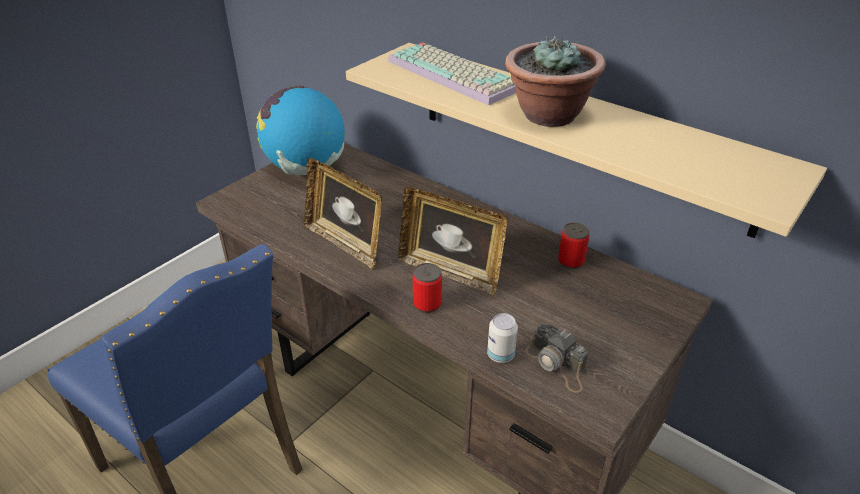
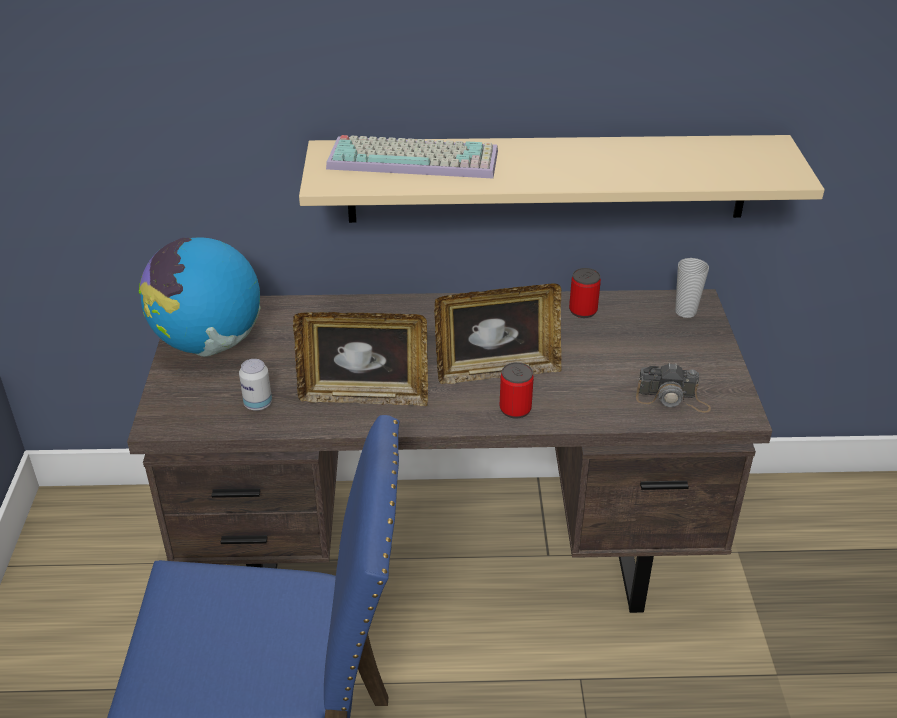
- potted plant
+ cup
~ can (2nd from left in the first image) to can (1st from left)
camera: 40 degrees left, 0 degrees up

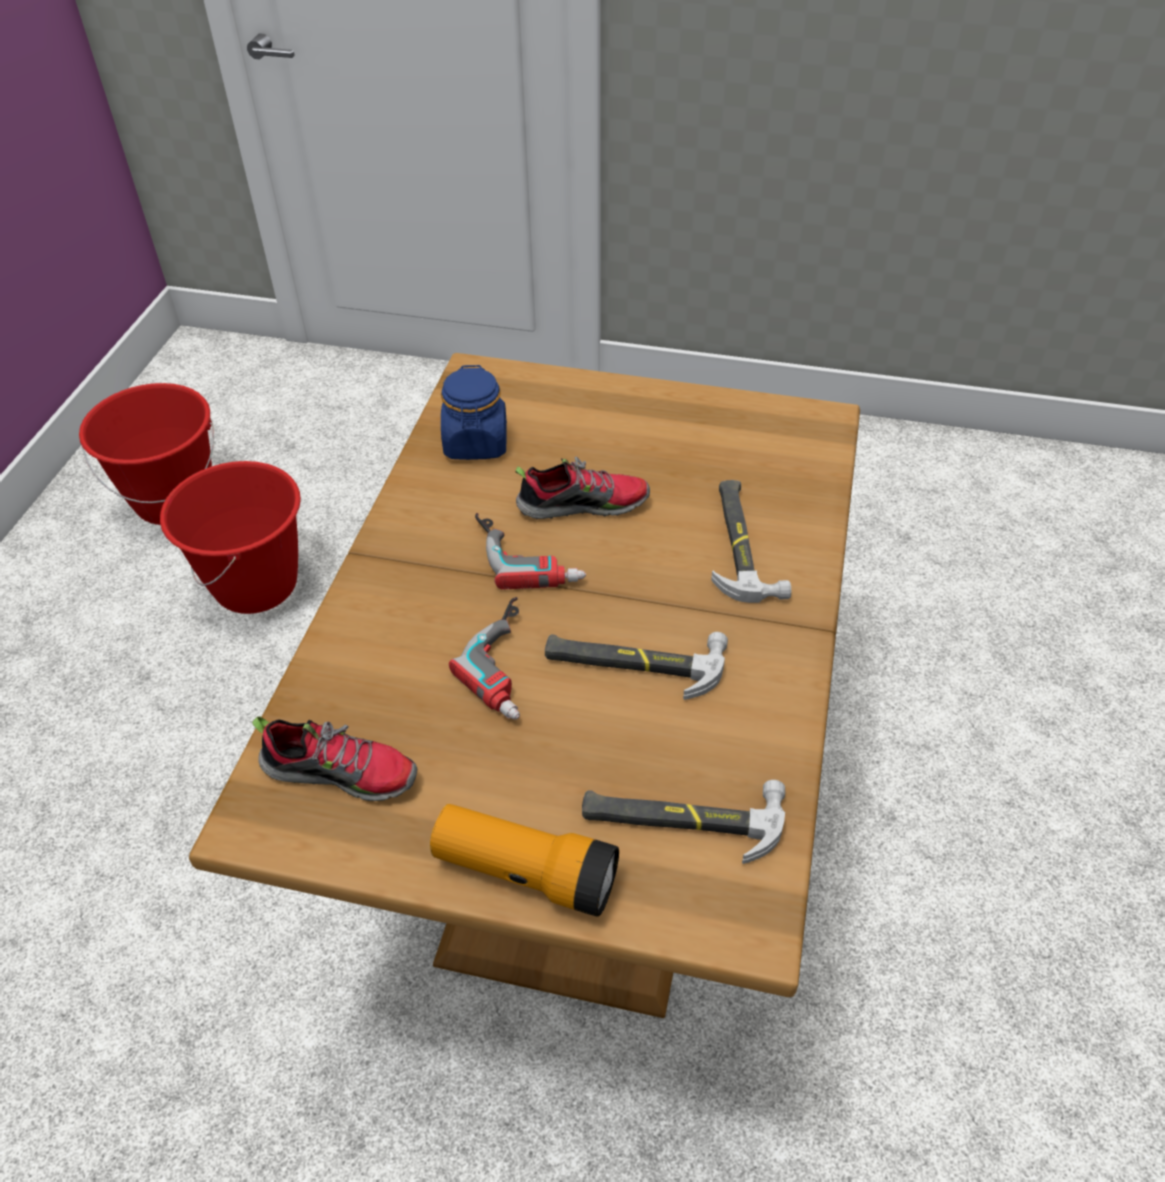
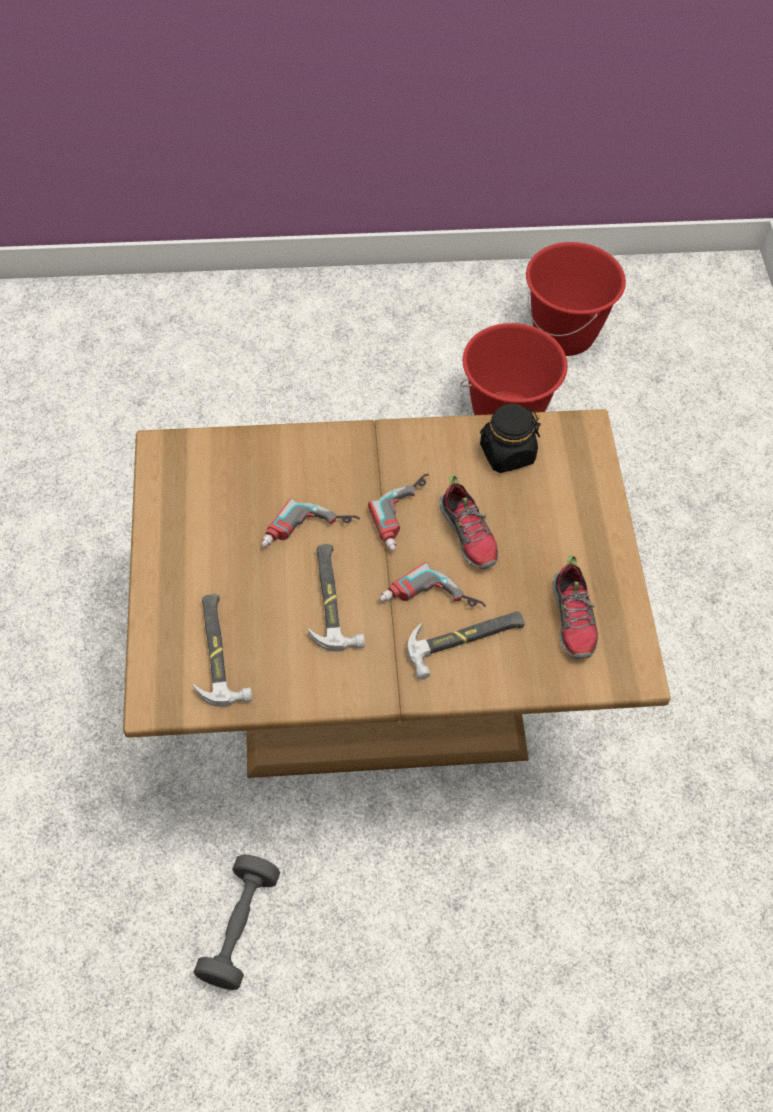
- flashlight
+ grey dumbbell
+ power drill (3rd from left)
~ shoe (1st from left in the first image) to shoe (2nd from left)
~ blue jar to black jar
camera: 70 degrees right, 10 degrees up

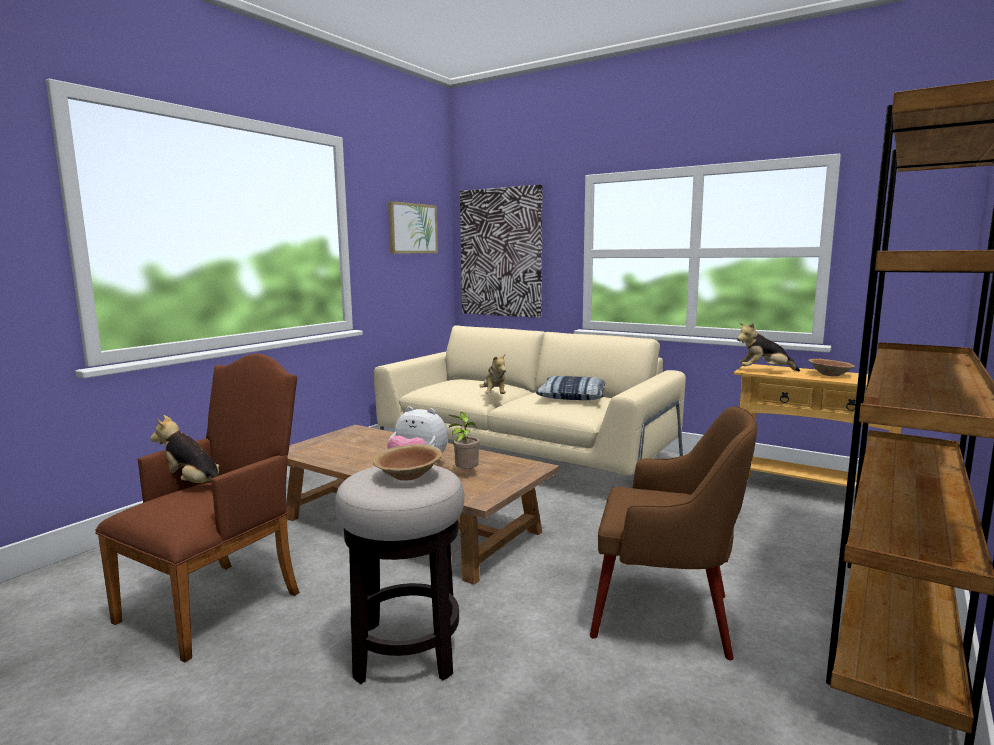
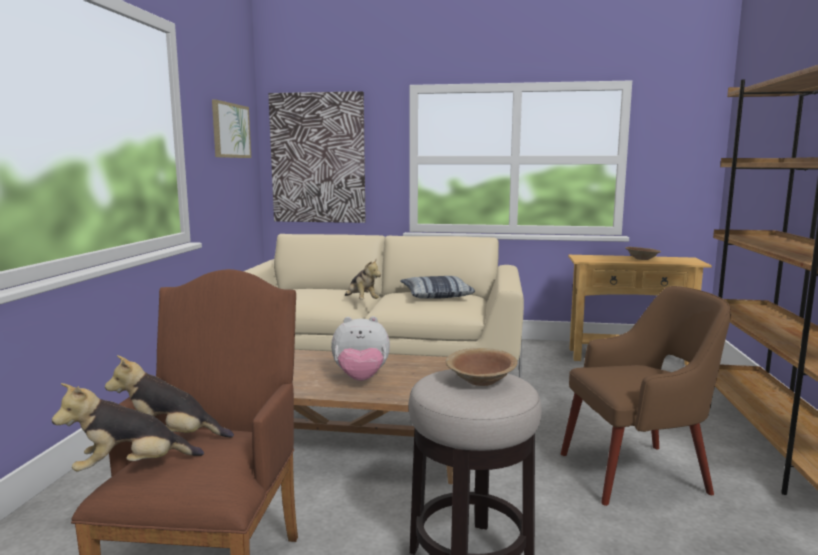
- potted plant
~ plush toy (4th from left in the first image) to plush toy (1st from left)
camera: 25 degrees left, 0 degrees up

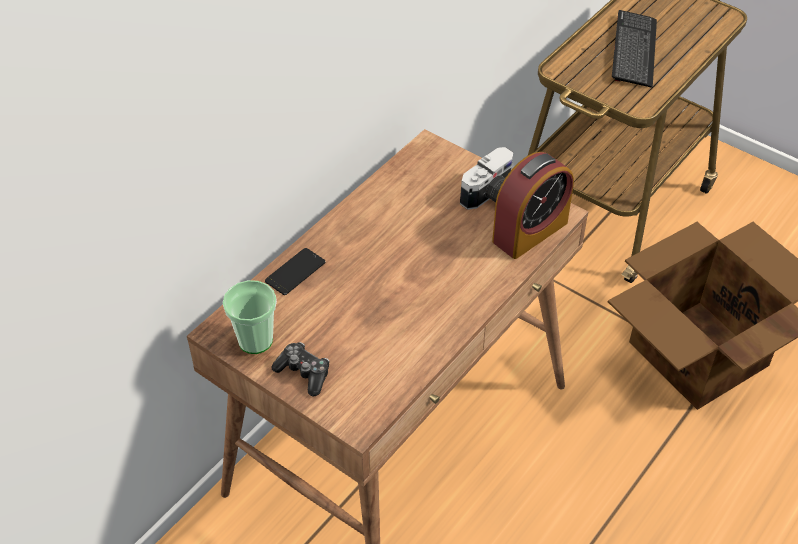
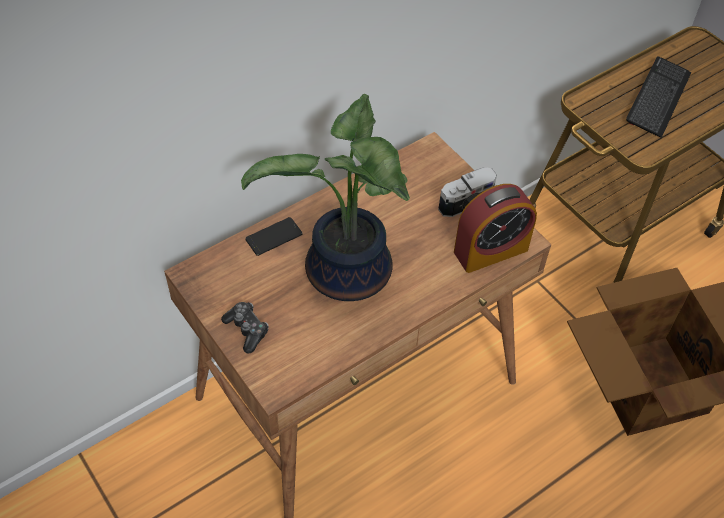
- cup
+ potted plant
camera: 15 degrees right, 5 degrees up

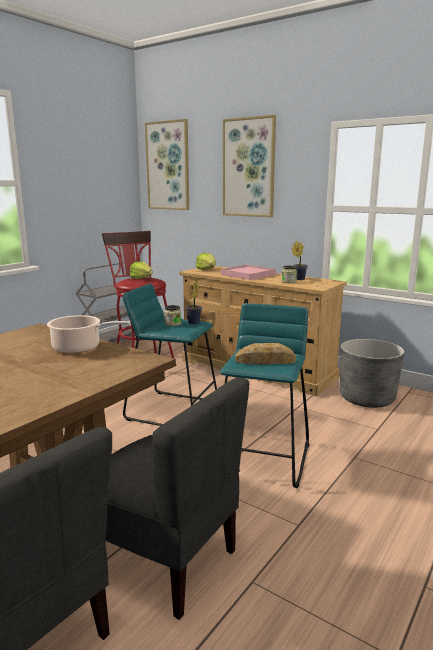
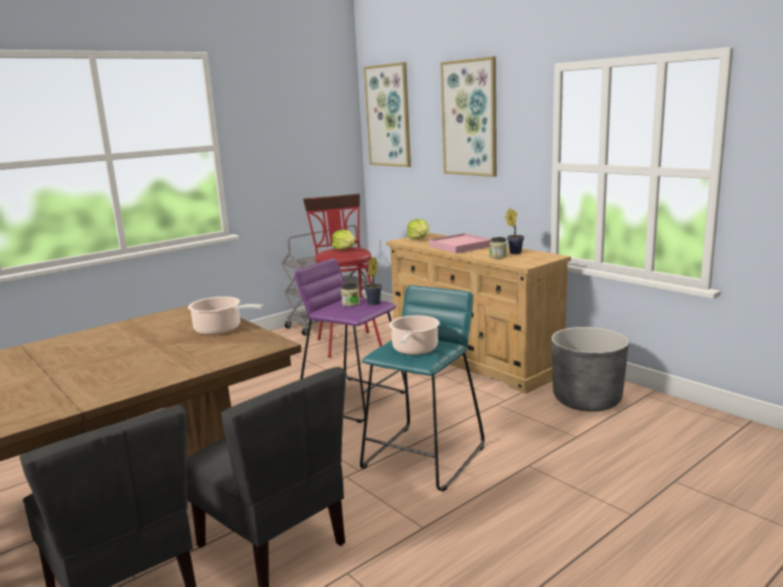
~ bread to cooking pot (2nd from left)
~ turquoise stool (1st from left) to purple stool
camera: 15 degrees right, 0 degrees up

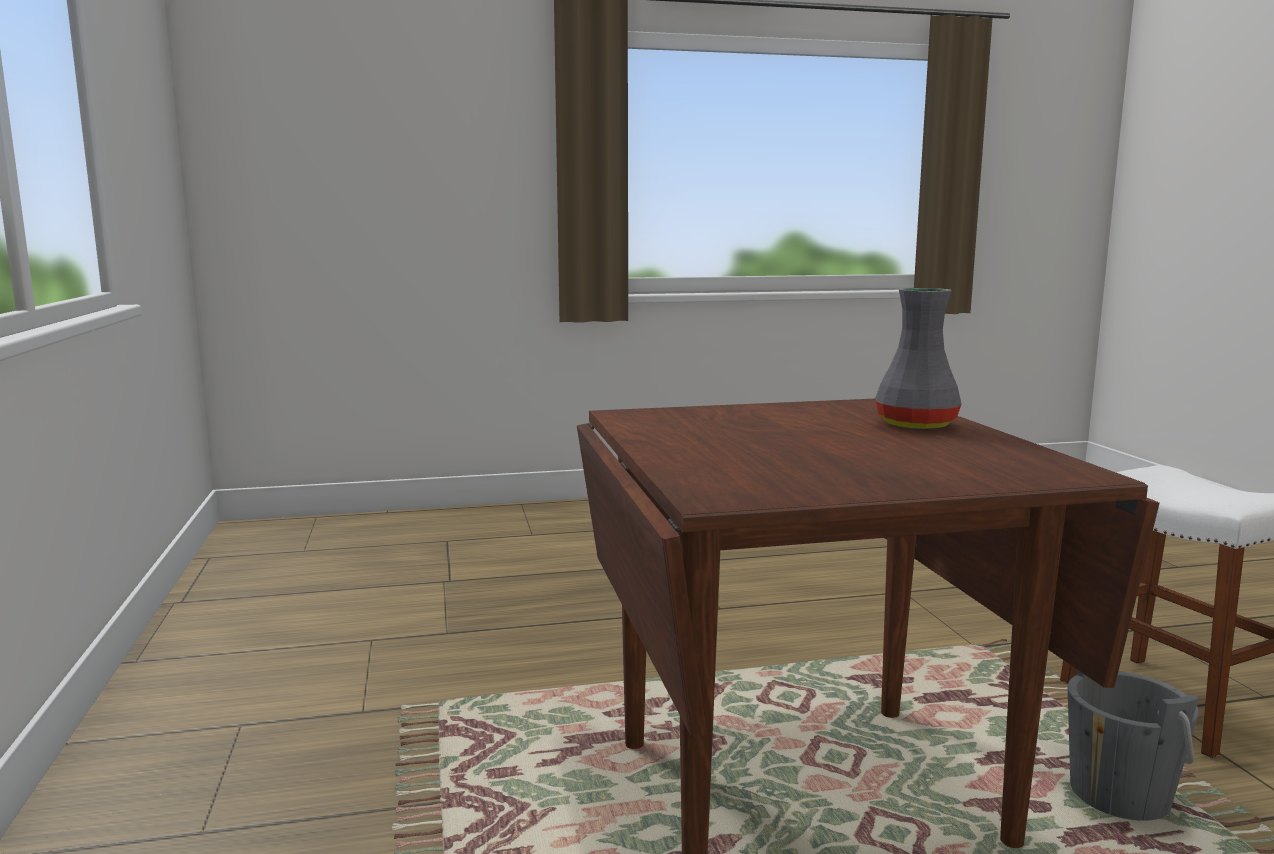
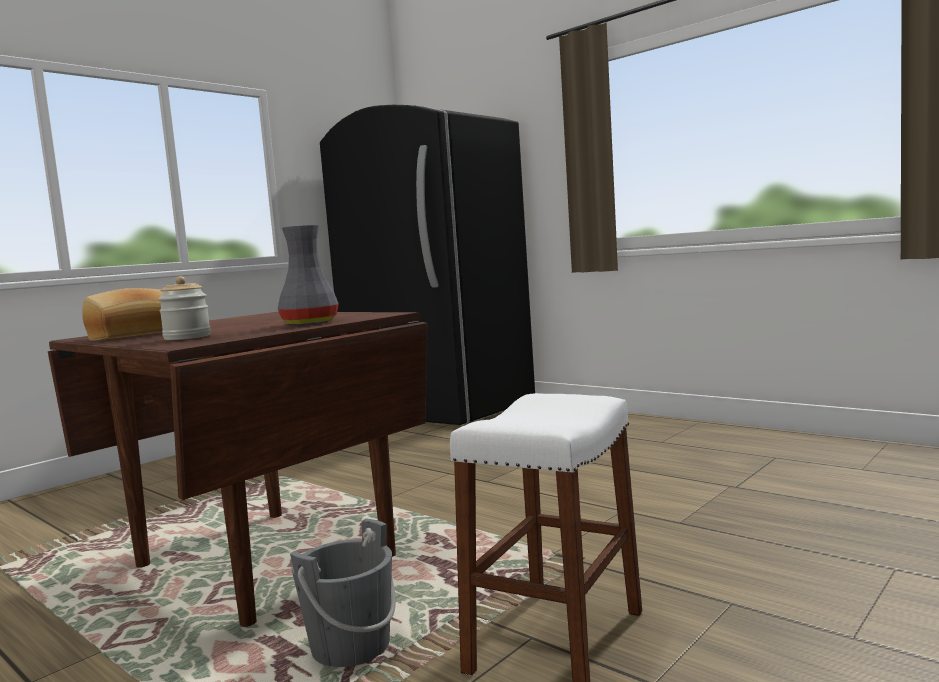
+ bread
+ jar
+ black fridge
camera: 55 degrees right, 5 degrees down

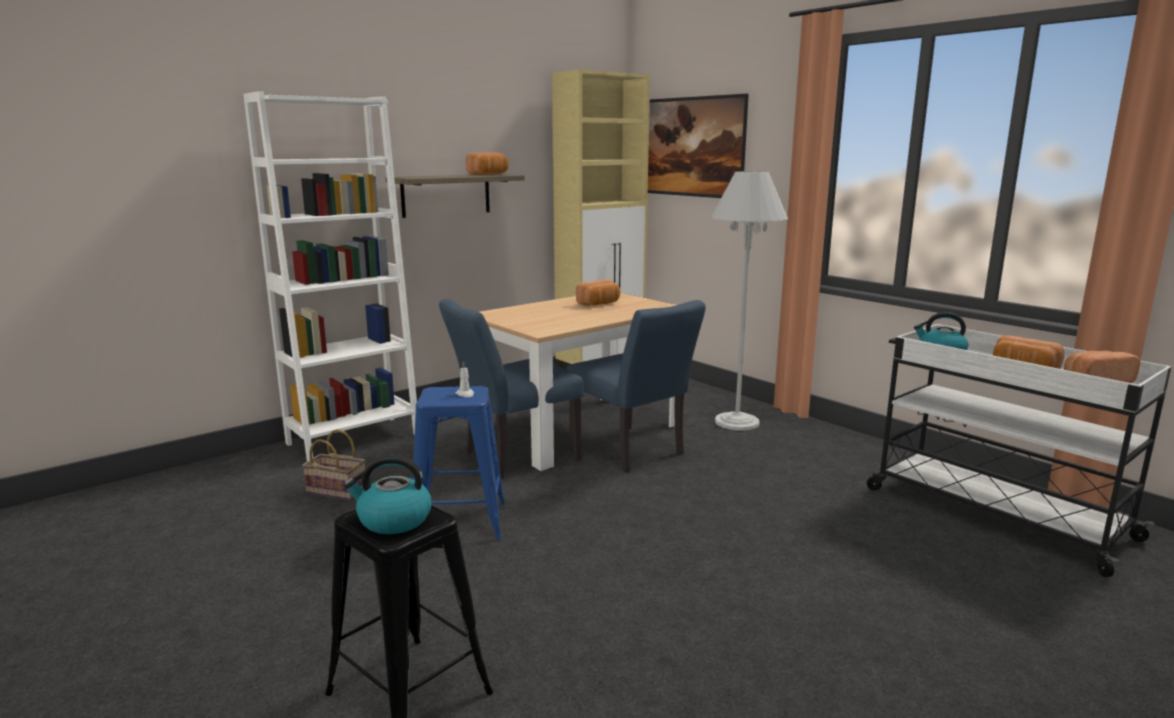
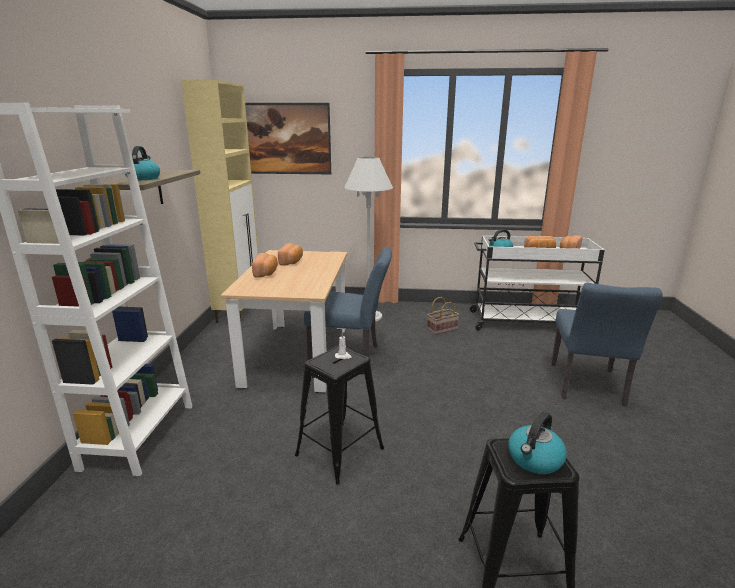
+ kettle (1st from left)
~ basket
~ blue chair (1st from left in the first image) to blue chair (2nd from left)
~ bread (1st from left)
~ blue stool to black stool (1st from left)
camera: 45 degrees left, 5 degrees up

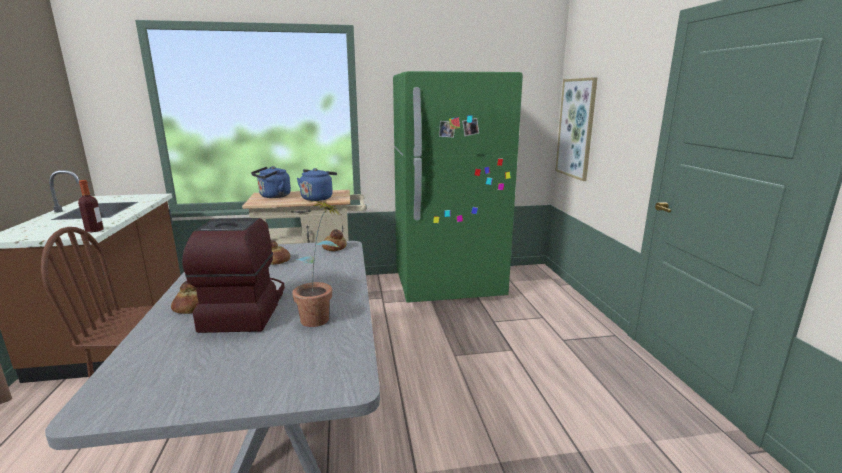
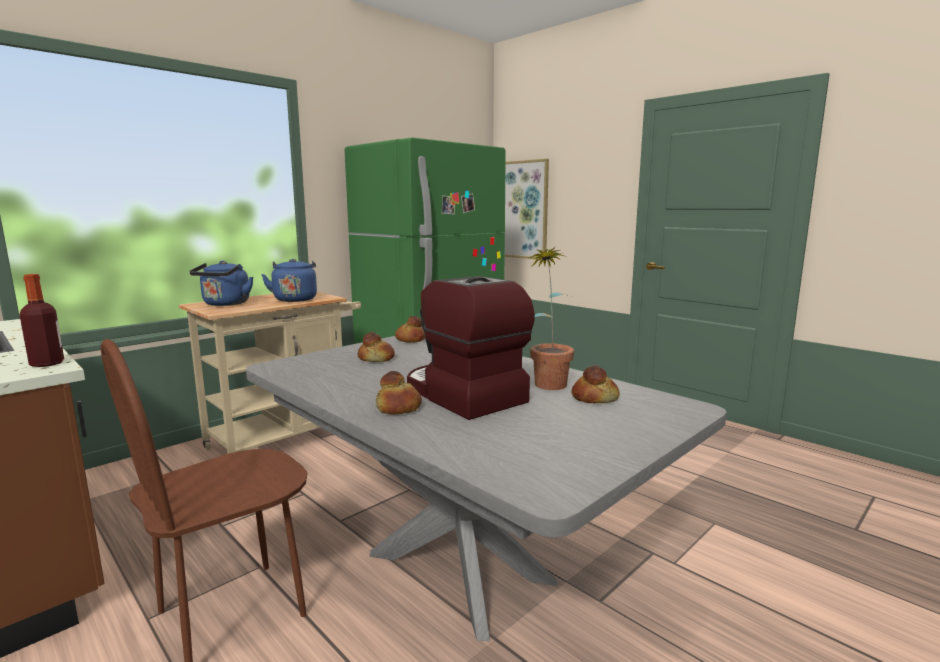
+ bread (4th from left)
camera: 35 degrees left, 5 degrees down

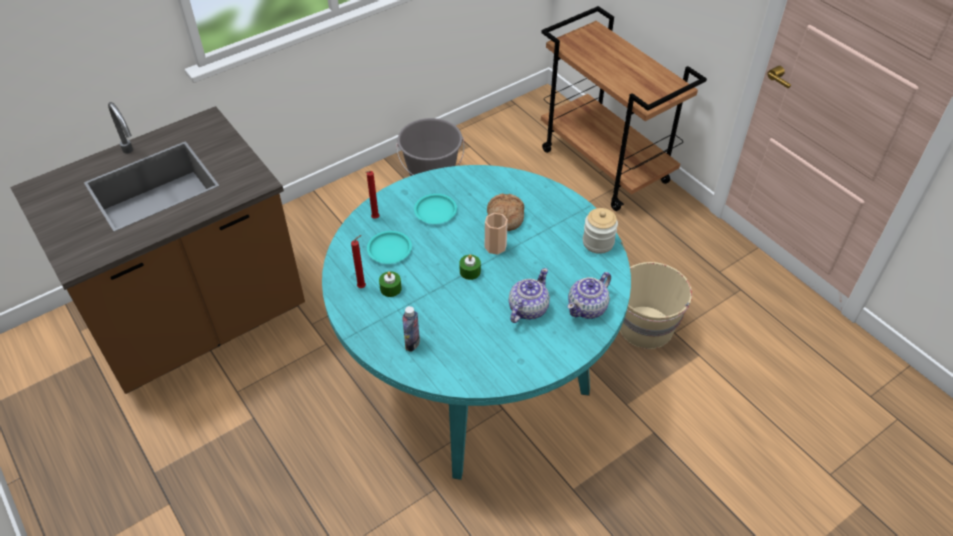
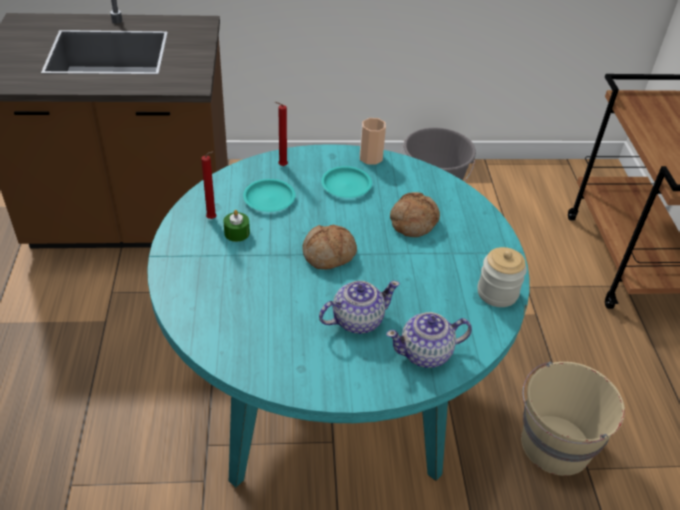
- bottle
~ cup
~ green candle (2nd from left) to bread (1st from left)
camera: 30 degrees right, 5 degrees down

